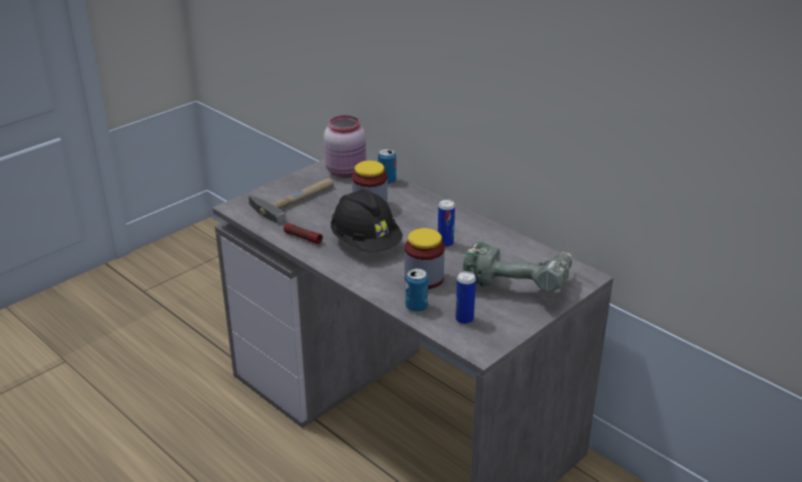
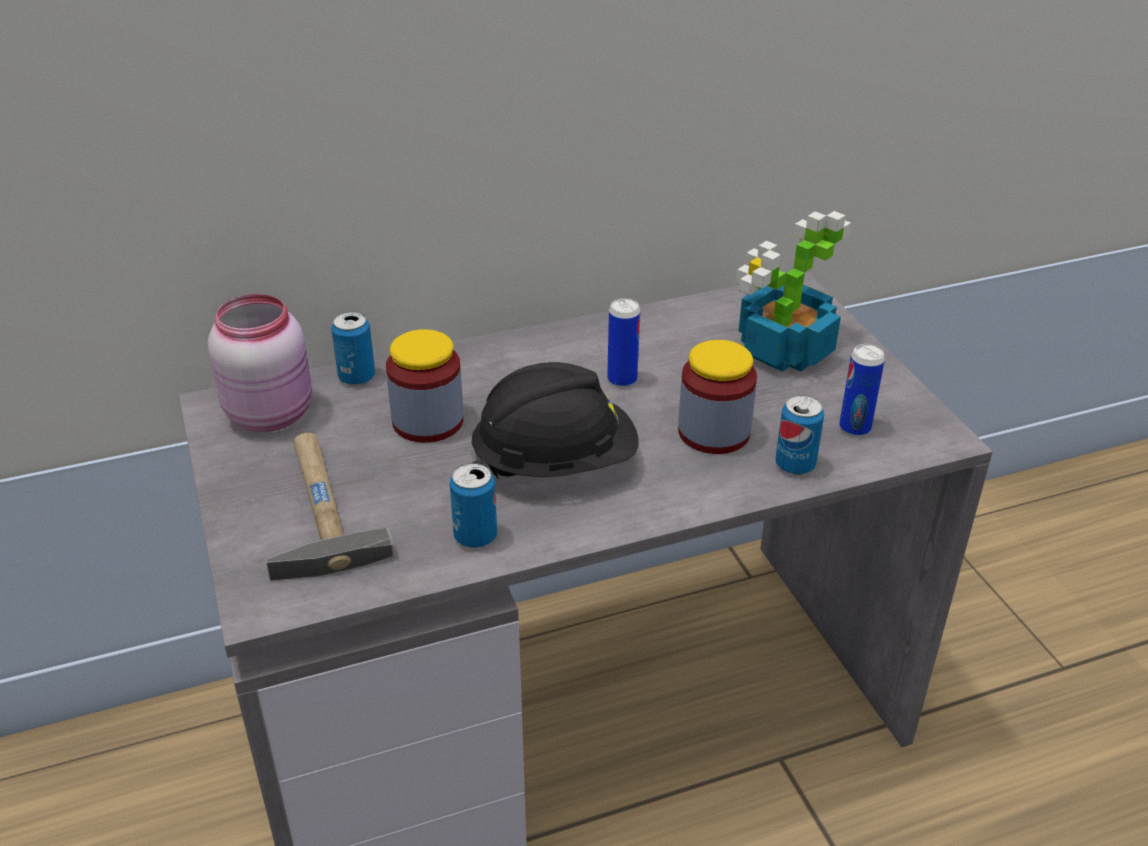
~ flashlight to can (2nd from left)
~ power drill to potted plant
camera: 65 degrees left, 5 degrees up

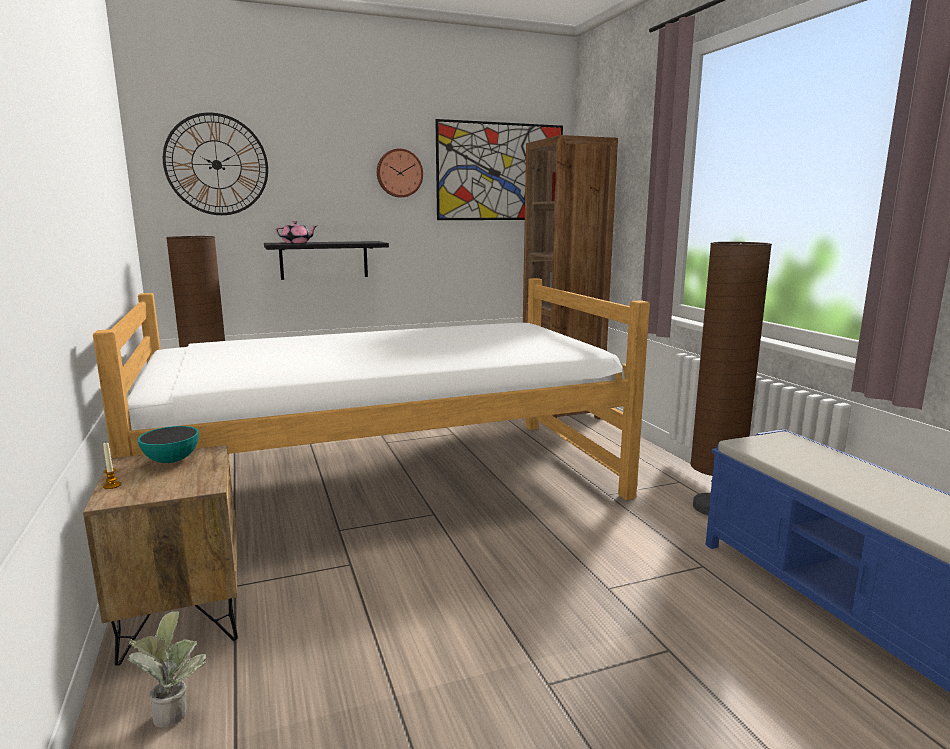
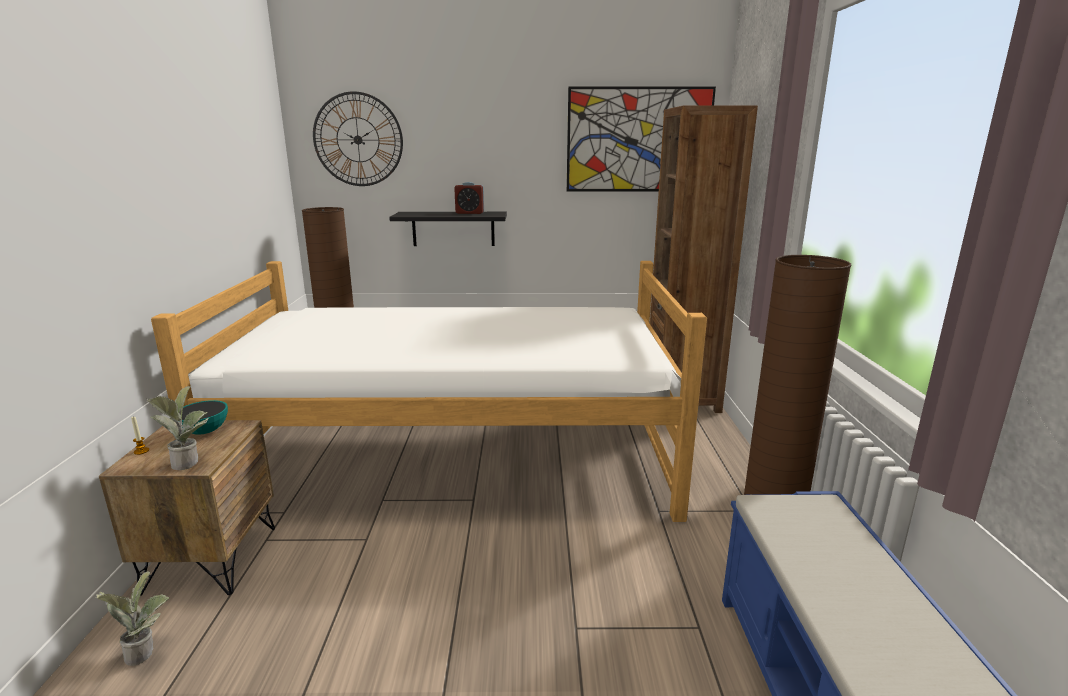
- pink teapot
- wall clock (2nd from left)
+ potted plant (2nd from left)
+ alarm clock
camera: 20 degrees right, 5 degrees up

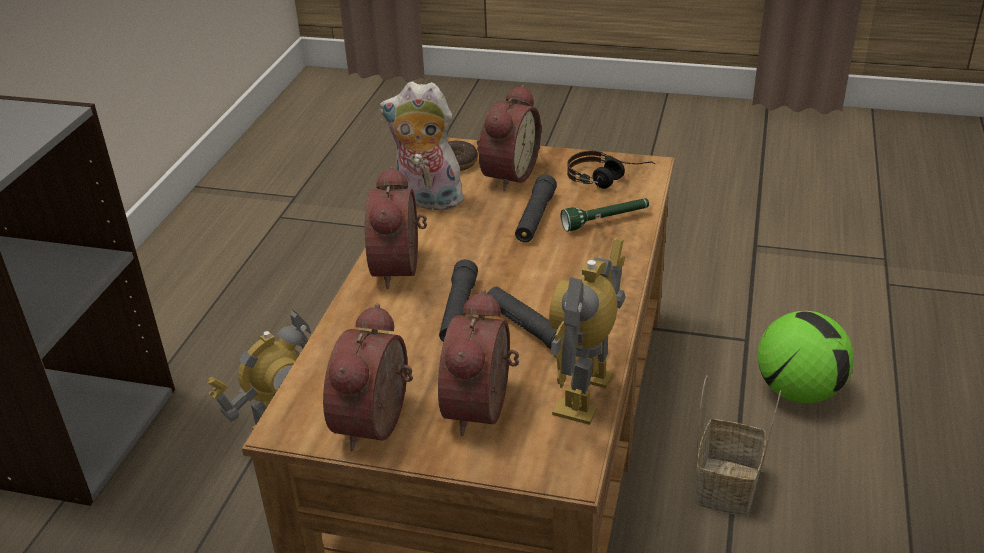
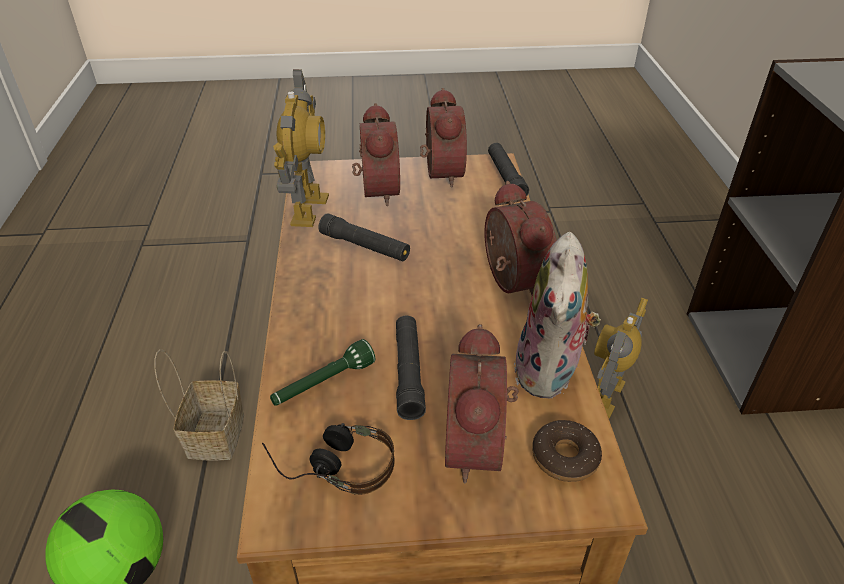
~ black flashlight (1st from left in the first image) to black flashlight (3rd from left)
~ plush toy 105 degrees clockwise
camera: 160 degrees right, 5 degrees up

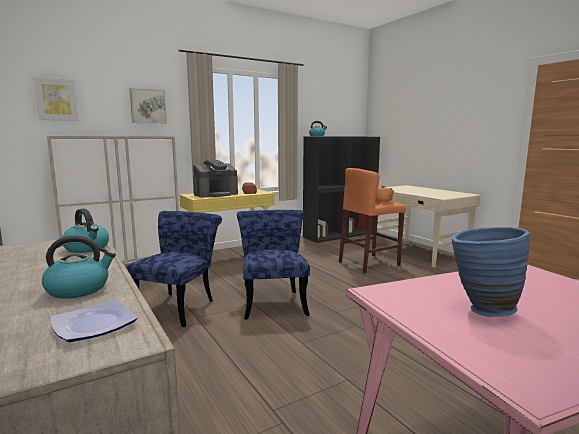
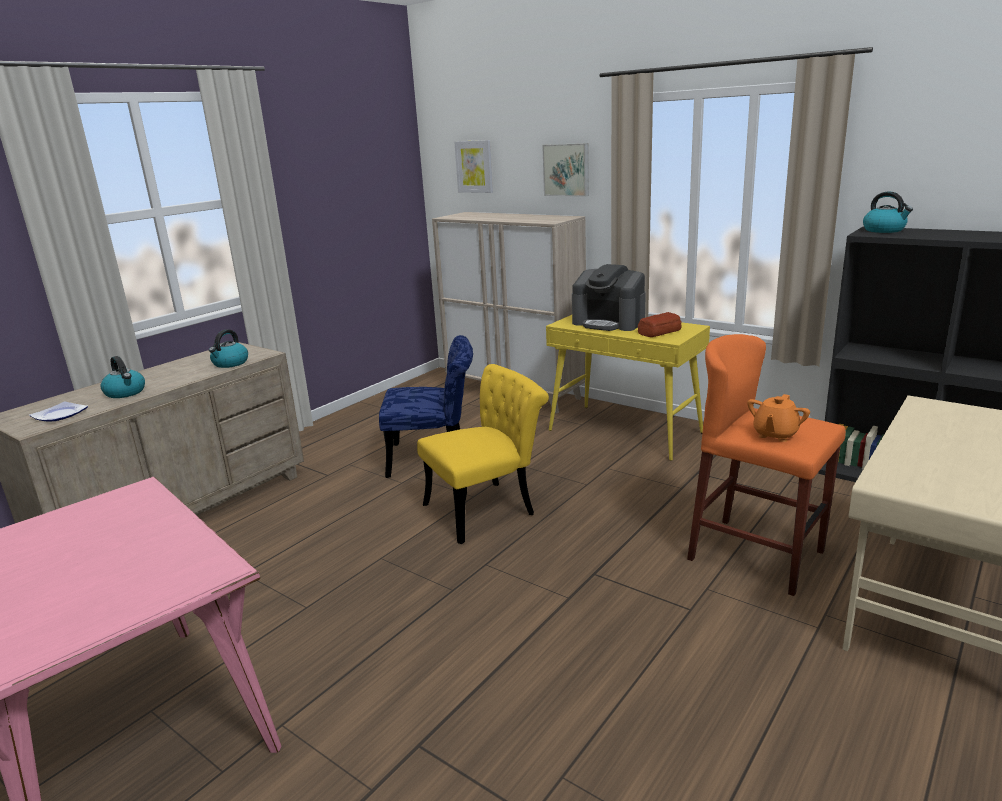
- blue vase
~ blue chair (2nd from left) to yellow chair
camera: 70 degrees right, 10 degrees up

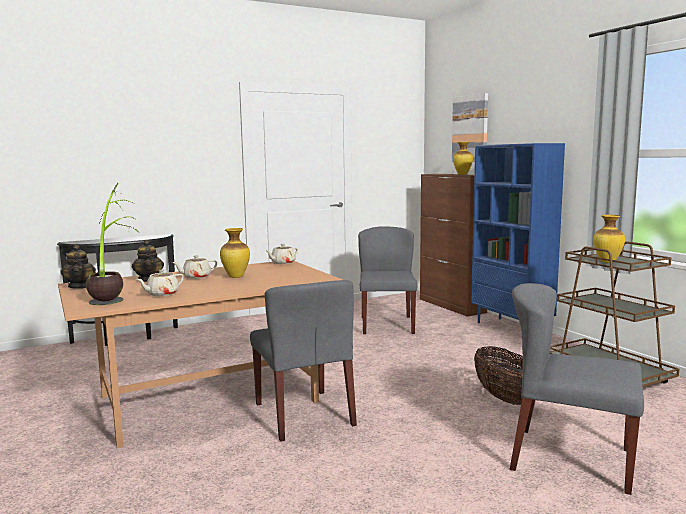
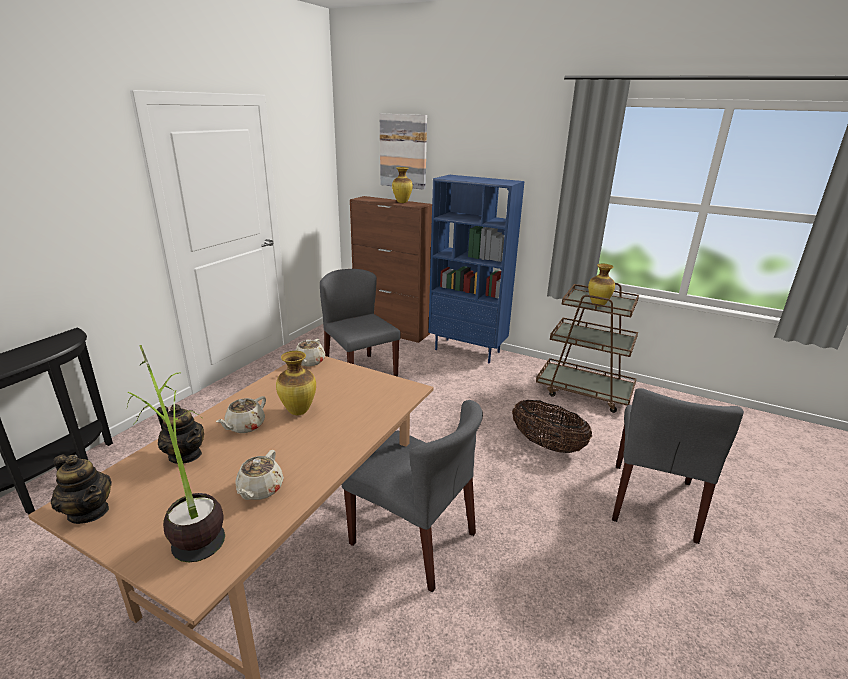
~ grey chair (3rd from left) 60 degrees counterclockwise
camera: 35 degrees left, 15 degrees up

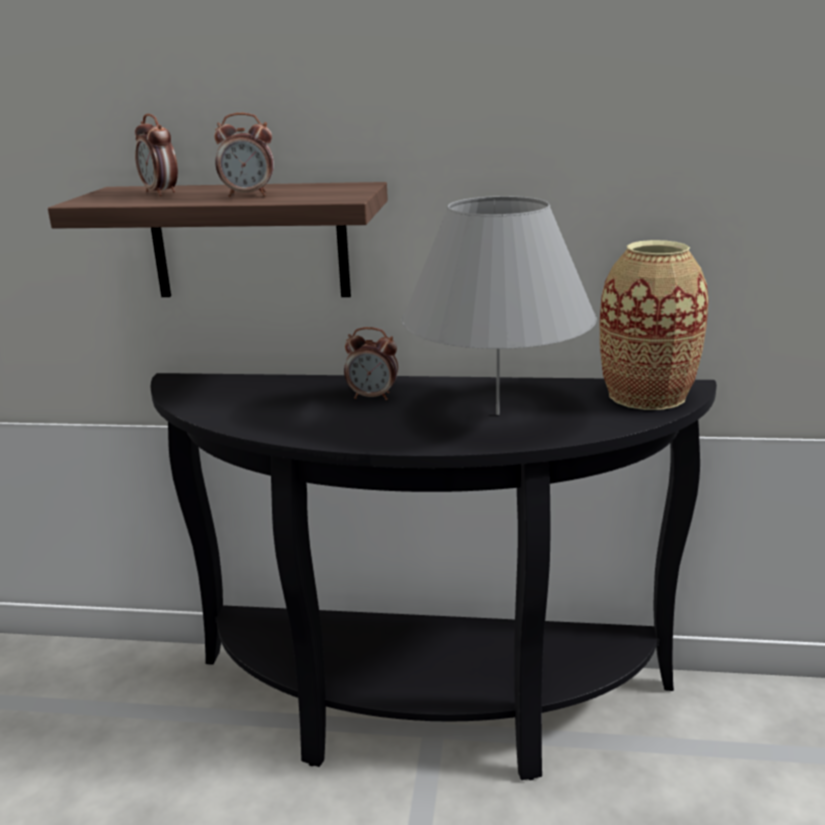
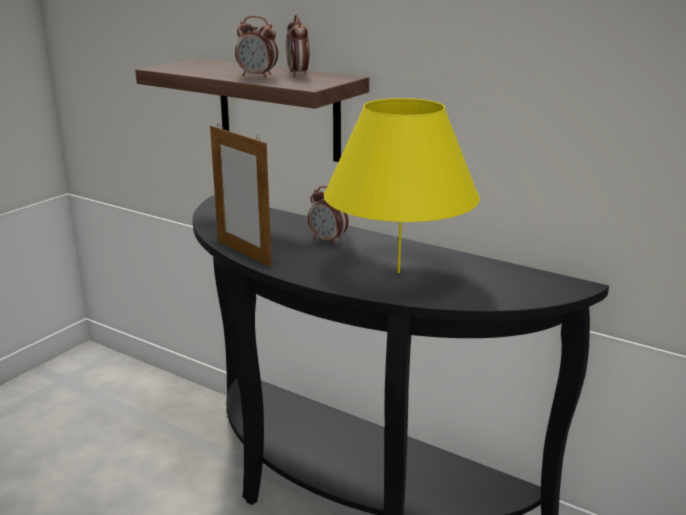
- vase
+ picture frame
~ alarm clock (1st from left in the first image) to alarm clock (2nd from left)
~ grey table lamp to yellow table lamp
camera: 25 degrees right, 0 degrees up

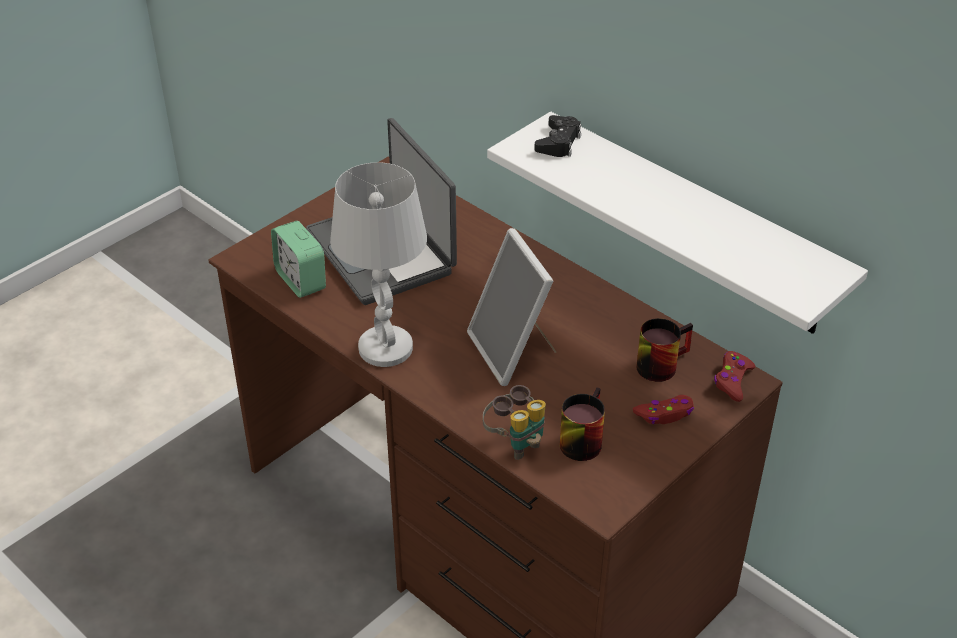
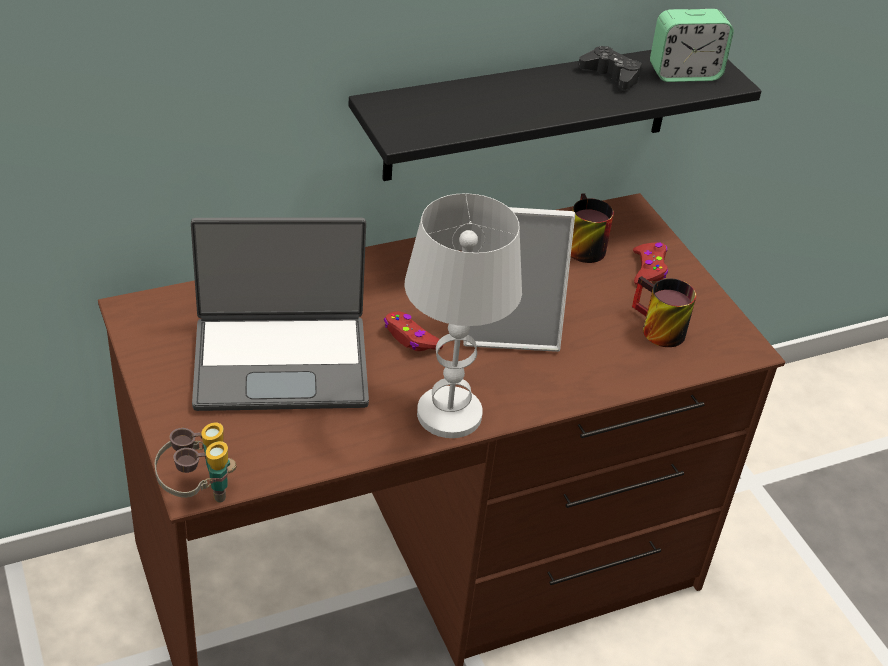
~ alarm clock
~ binoculars
~ black game controller
~ red game controller (2nd from left in the first image) to red game controller (1st from left)
~ white shelf to black shelf
camera: 70 degrees left, 0 degrees up

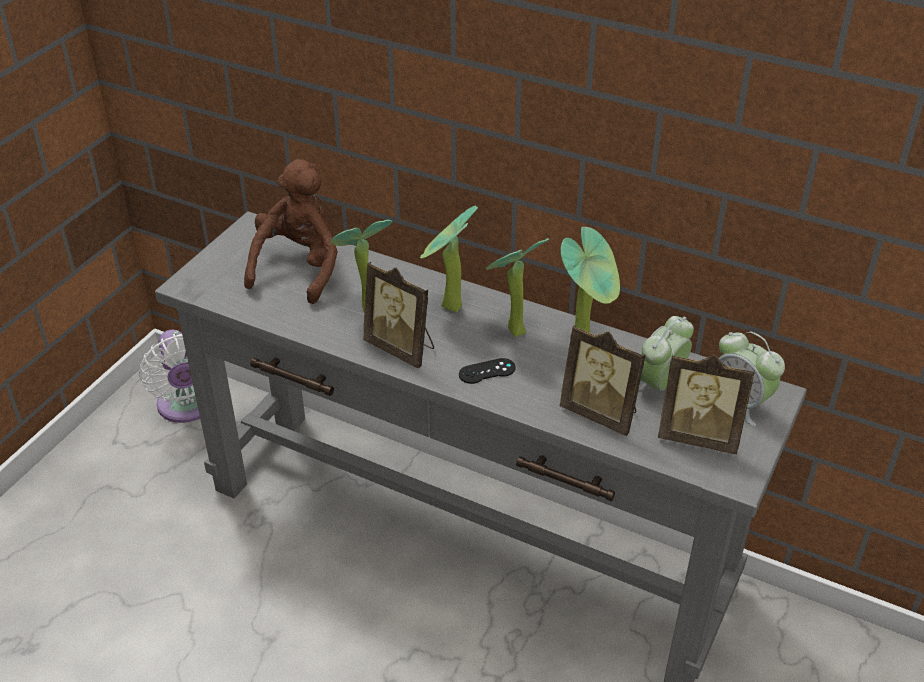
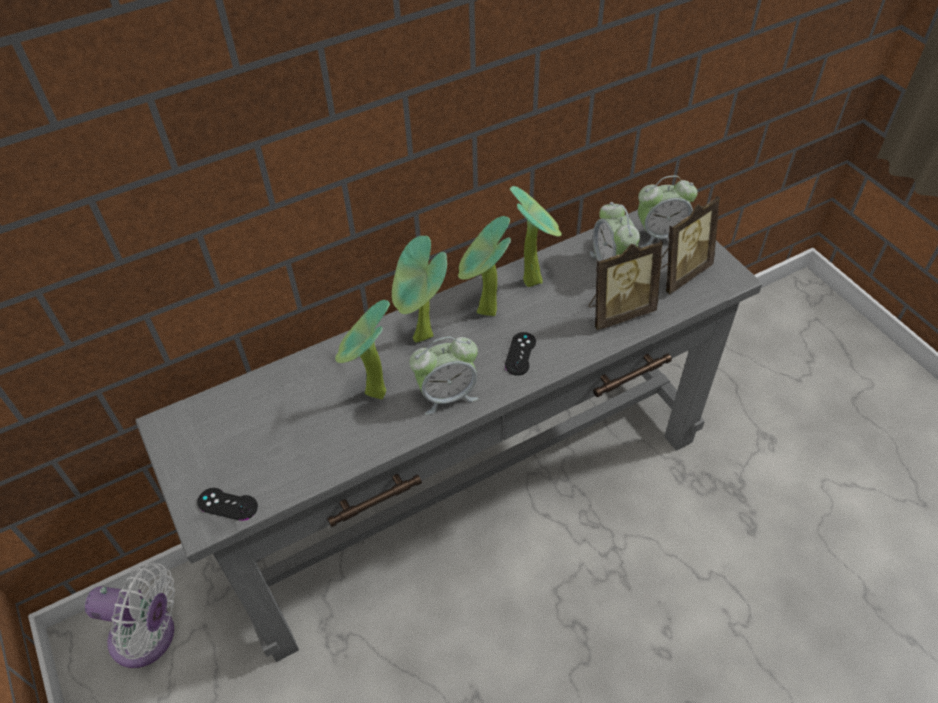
- brown plush toy
+ black game controller (1st from left)
~ picture frame (1st from left) to alarm clock (1st from left)
camera: 55 degrees left, 10 degrees up

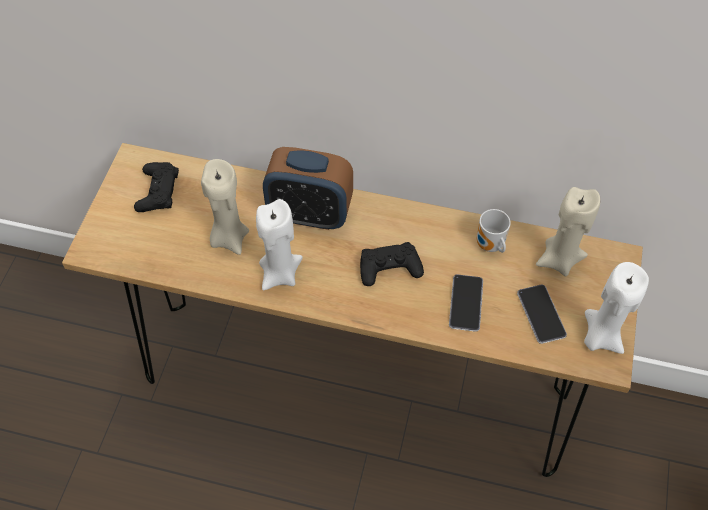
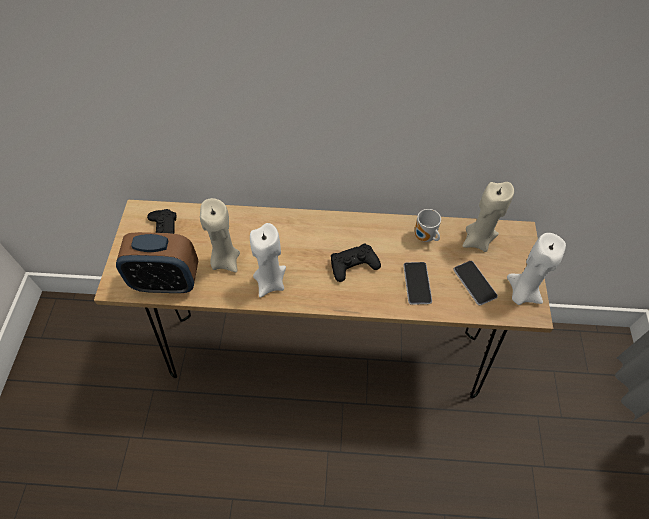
~ alarm clock
camera: 10 degrees left, 0 degrees up

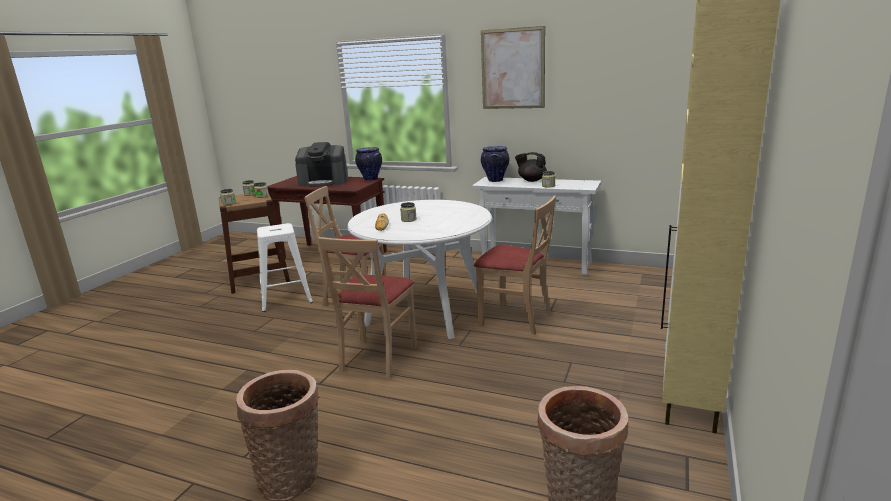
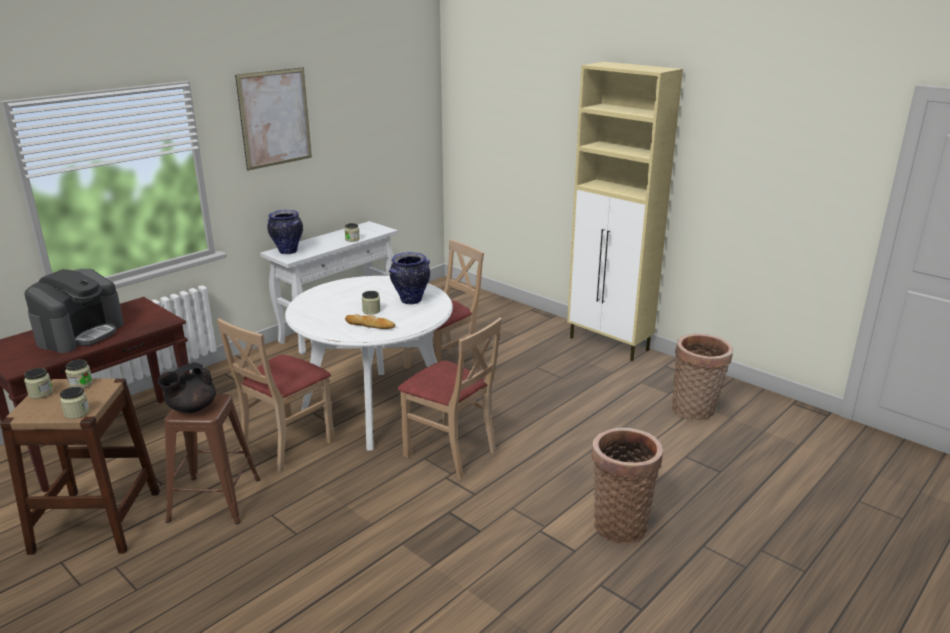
~ vase (1st from left in the first image) to vase (2nd from left)
~ black teapot
~ white stool to brown stool (2nd from left)
camera: 70 degrees left, 5 degrees up

